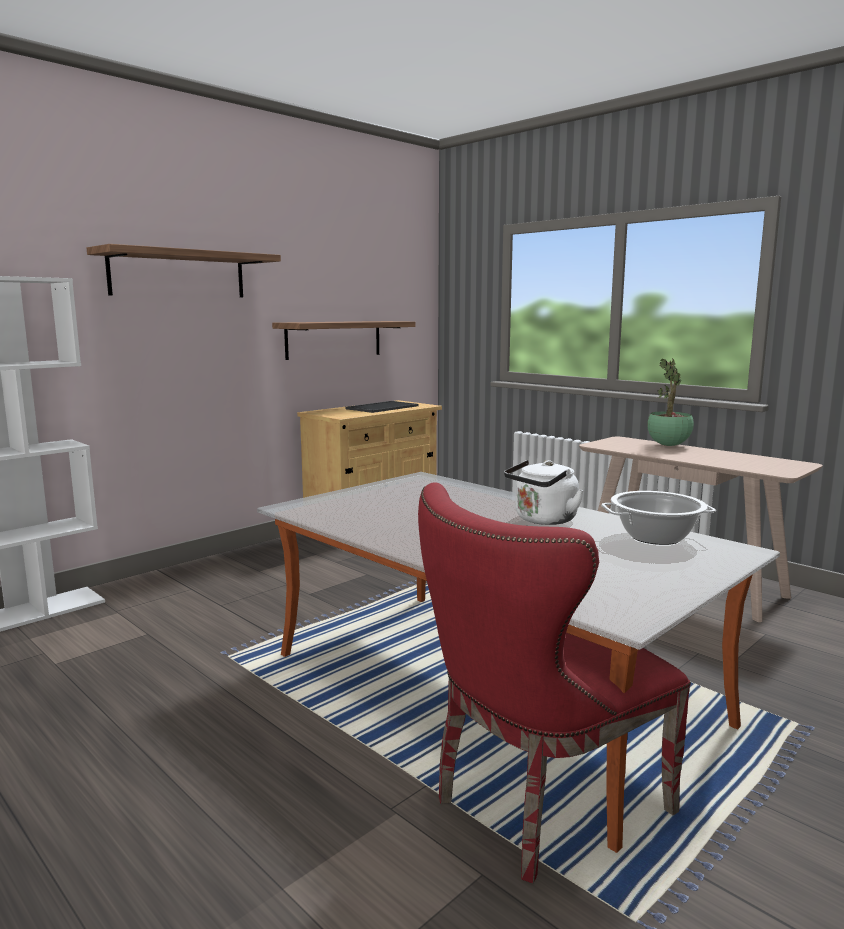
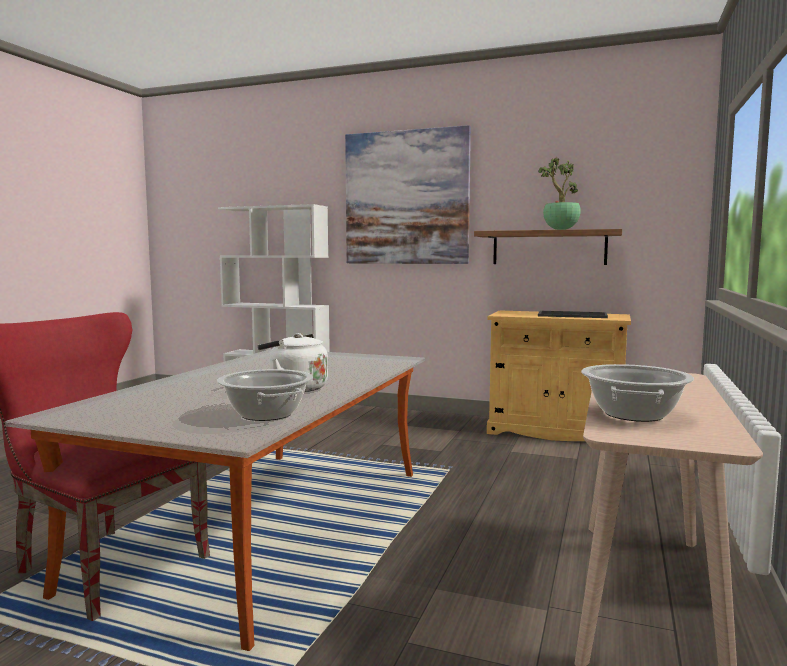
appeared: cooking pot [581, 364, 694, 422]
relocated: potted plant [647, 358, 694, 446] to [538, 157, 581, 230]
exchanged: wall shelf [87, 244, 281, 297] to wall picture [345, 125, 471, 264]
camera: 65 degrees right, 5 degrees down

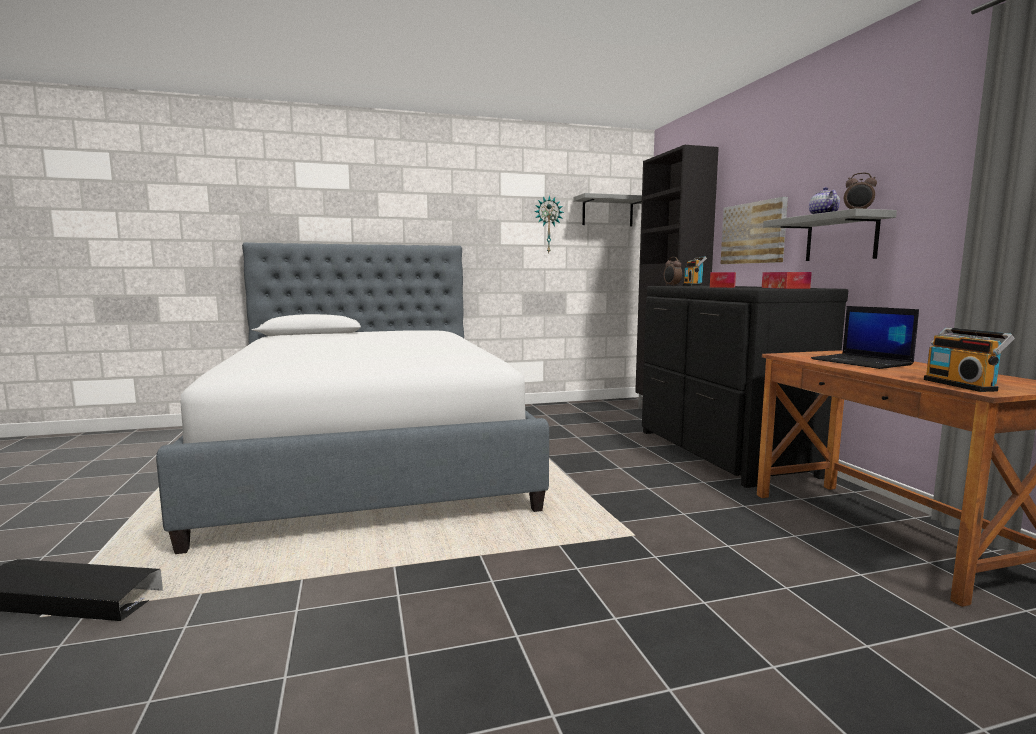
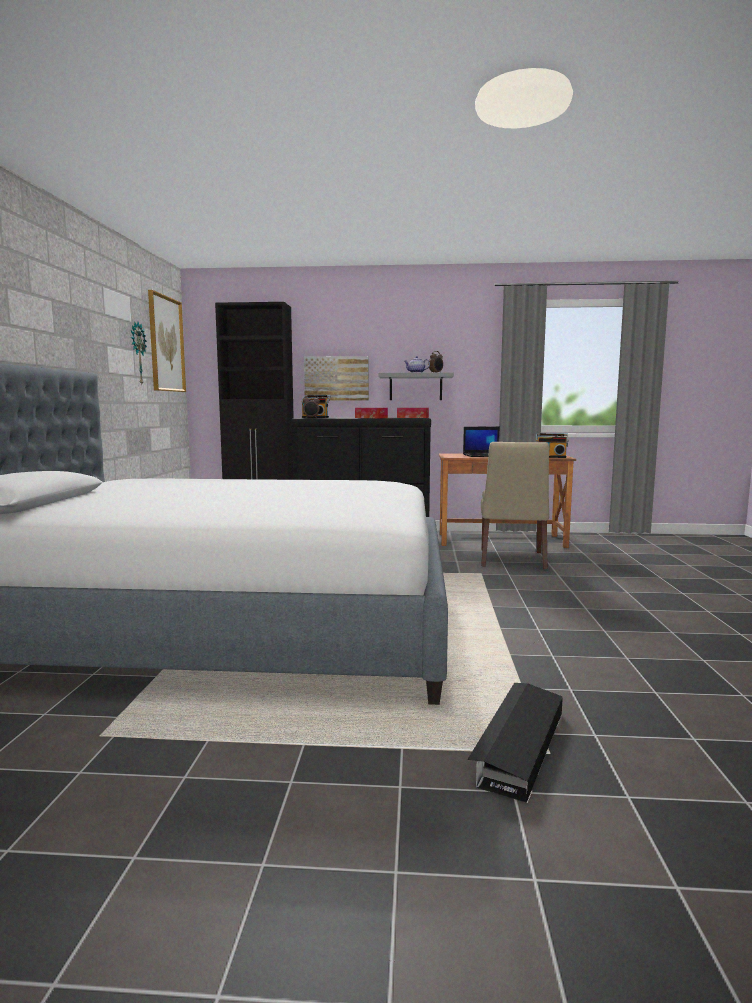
appeared: sand-coloured chair [481, 442, 549, 569]
exchanged: greyish wall shelf [573, 193, 642, 226] to wall picture [148, 290, 186, 392]
camera: 70 degrees left, 0 degrees up

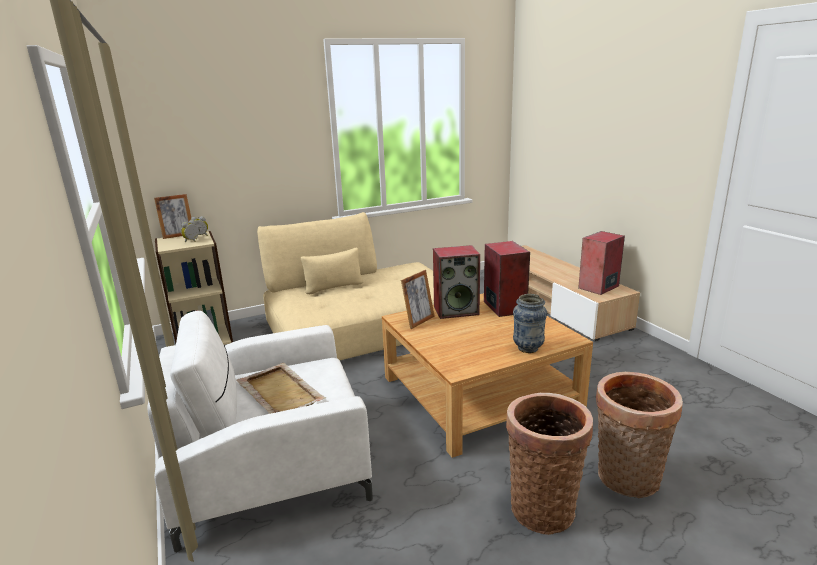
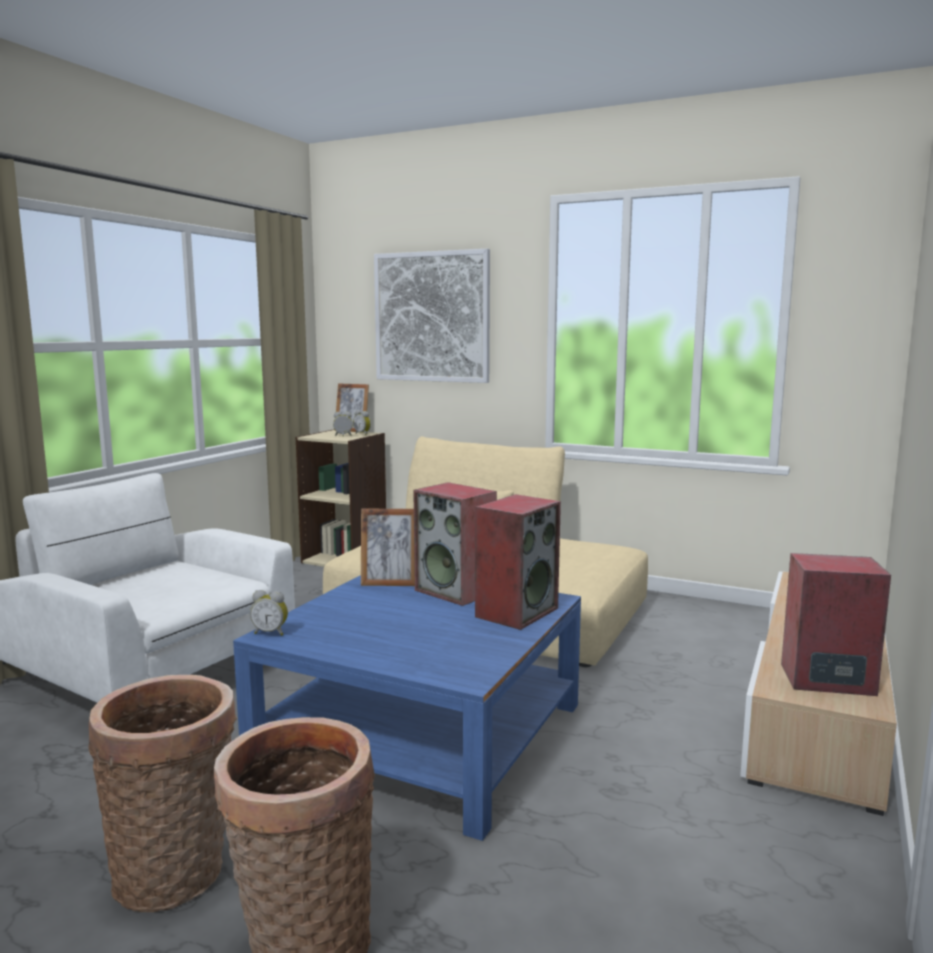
missing: sand-coloured tray [236, 363, 326, 414]; decorative vase [513, 294, 547, 353]
appeared: table clock [250, 590, 288, 636]; wall picture [374, 249, 490, 383]
colour: sand-coloured low table [382, 293, 593, 458] to blue low table [233, 575, 581, 841]
camera: 50 degrees right, 10 degrees down

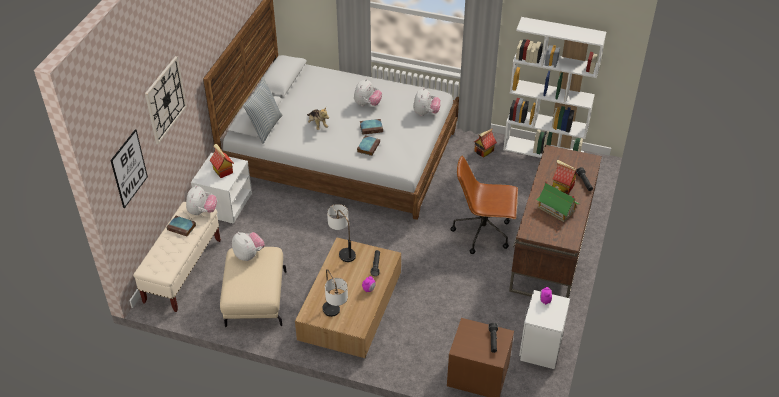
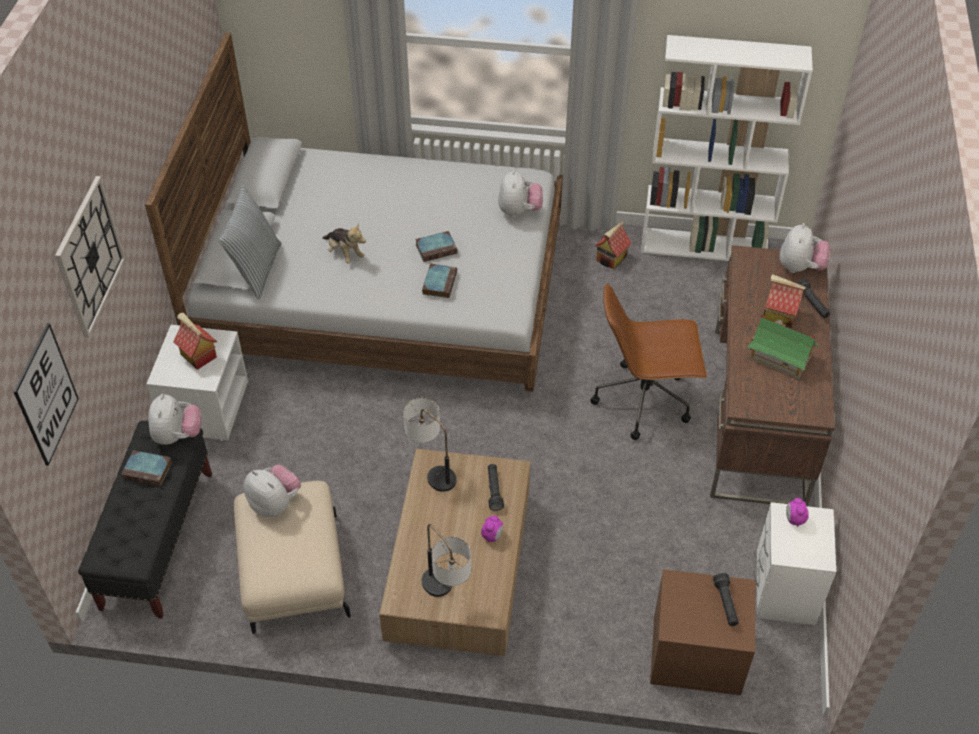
relocated: soft toy [354, 78, 382, 106] to [780, 223, 830, 273]
colour: sand-coloured long seat [133, 202, 221, 312] to black-coloured long seat [78, 421, 212, 619]
camera: 10 degrees left, 5 degrees up

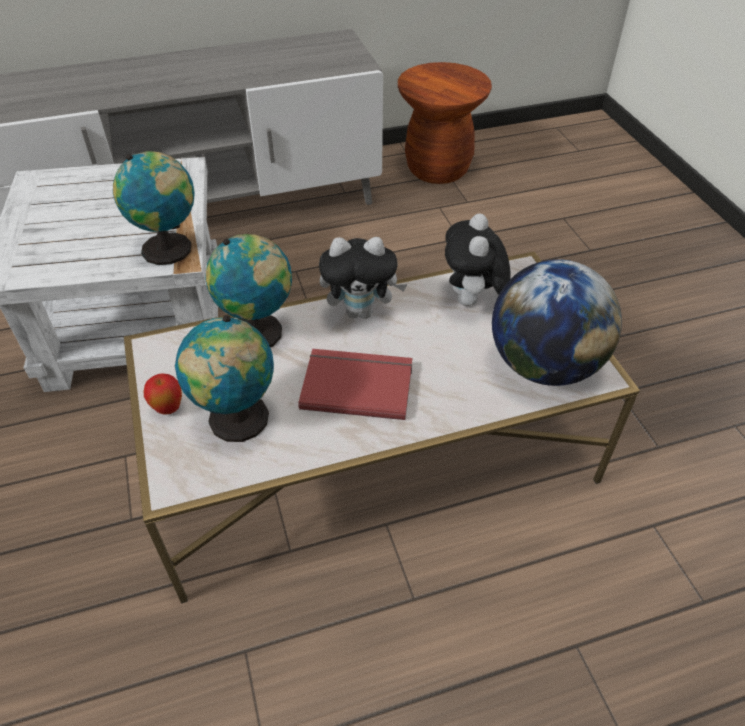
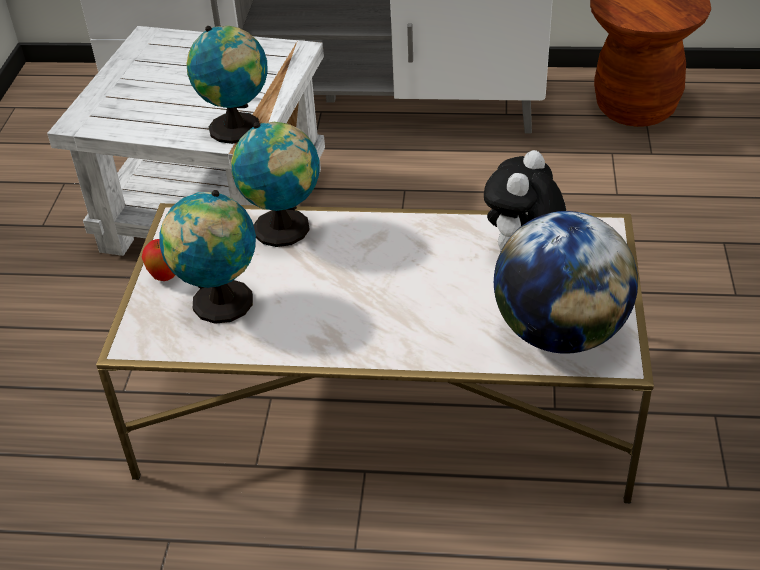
missing: red-coloured book [298, 349, 412, 420]; soft toy [319, 237, 407, 319]
camera: 25 degrees right, 5 degrees down

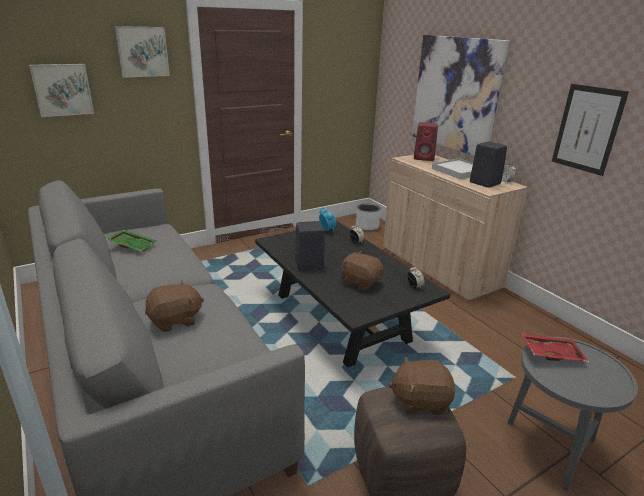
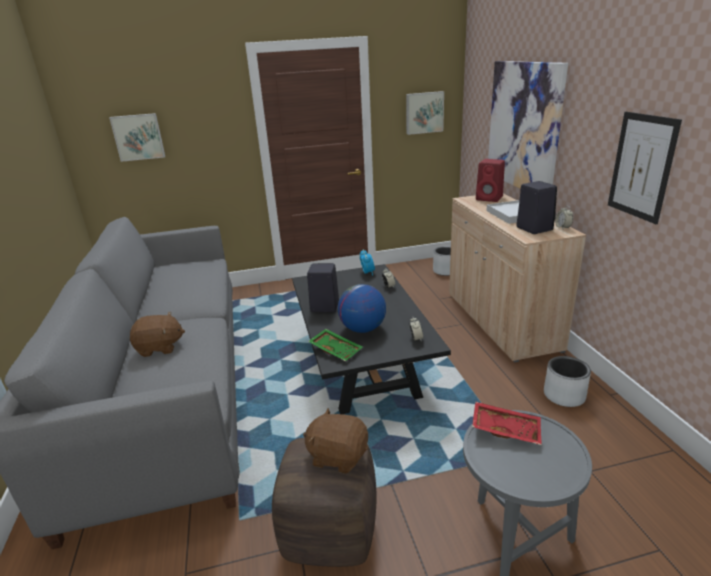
appeared: greyish planter [544, 356, 591, 407]
relocated: green-coloured tray [107, 230, 157, 252] to [308, 329, 362, 361]; wall picture [114, 26, 170, 77] to [406, 91, 444, 135]
exchanged: brown-coloured soft toy [341, 251, 383, 291] to globe [338, 284, 386, 333]
camera: 20 degrees right, 0 degrees up

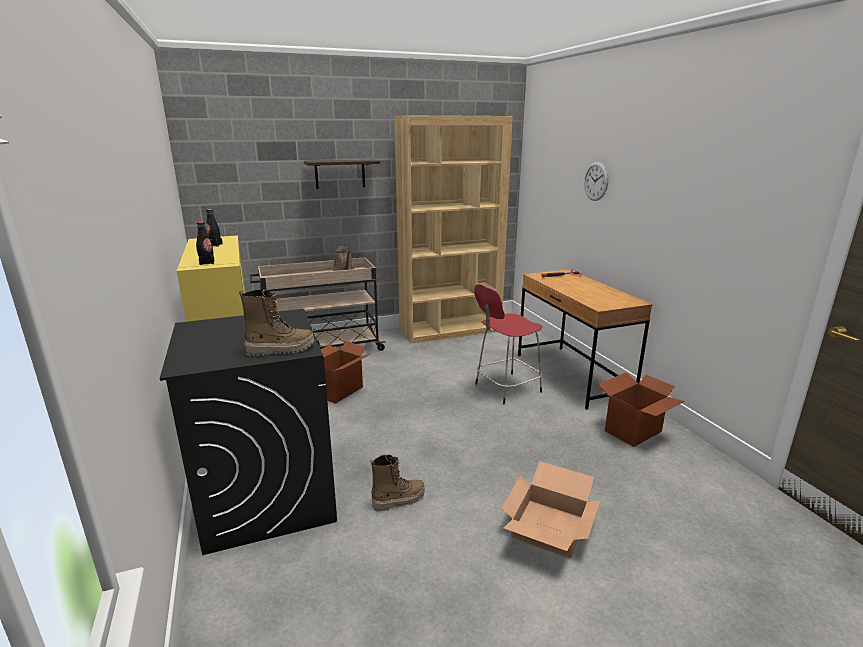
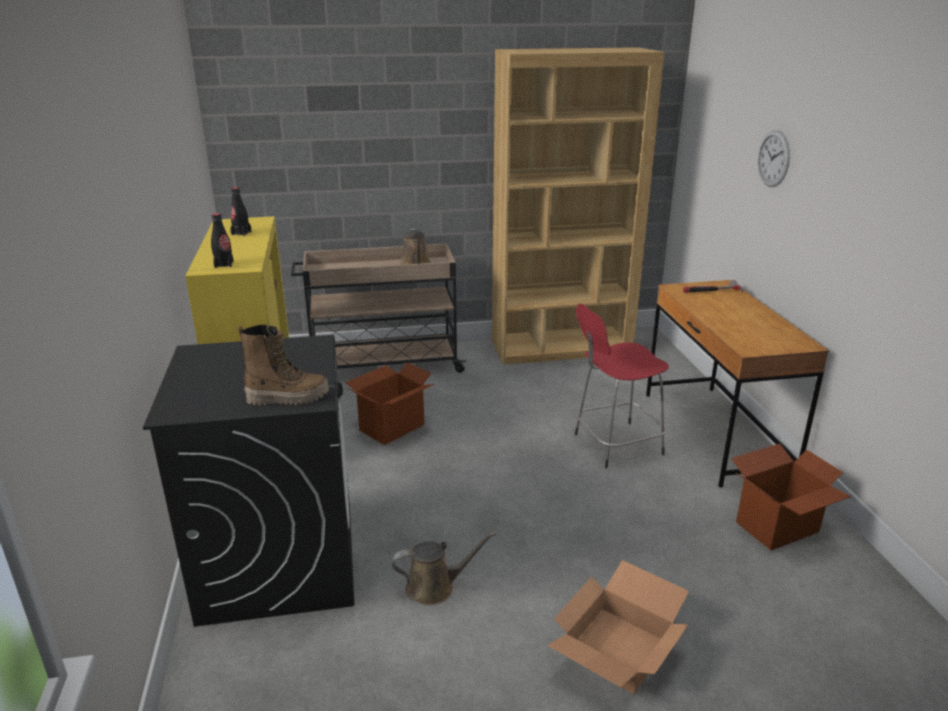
missing: wall shelf [304, 159, 380, 189]
exchanged: boot [370, 454, 425, 512] to brown-coloured watering can [392, 532, 496, 605]
camera: 10 degrees right, 5 degrees up

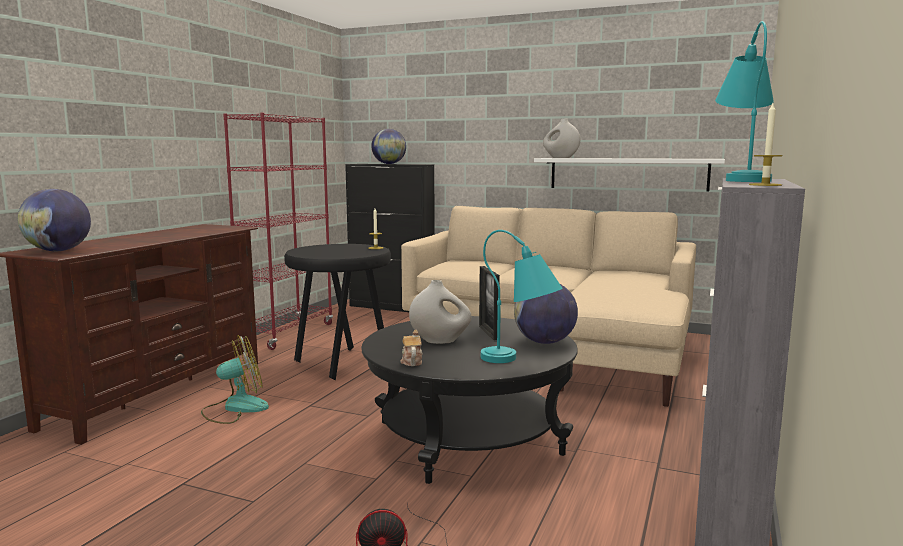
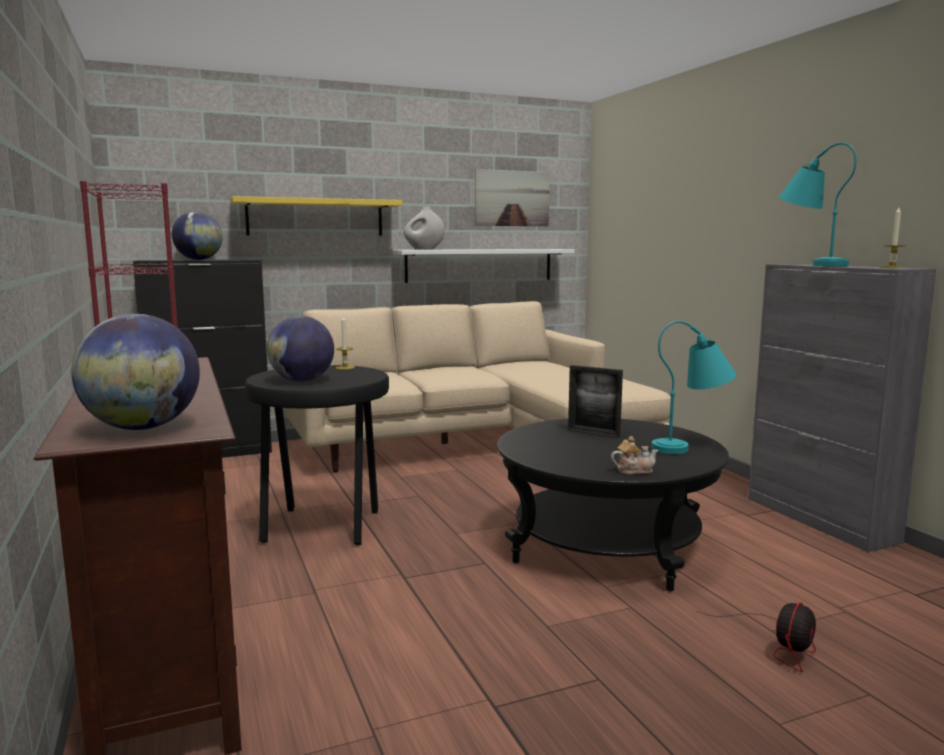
missing: fan [201, 335, 269, 424]; white decorative vase [409, 280, 472, 344]
appeared: yellowish wall shelf [230, 196, 403, 236]; wall picture [475, 169, 550, 226]
relocated: globe [514, 284, 578, 344] to [267, 316, 334, 382]
spun: teapot [400, 330, 422, 366] = [611, 436, 659, 475] 135 degrees clockwise
camera: 45 degrees left, 0 degrees up

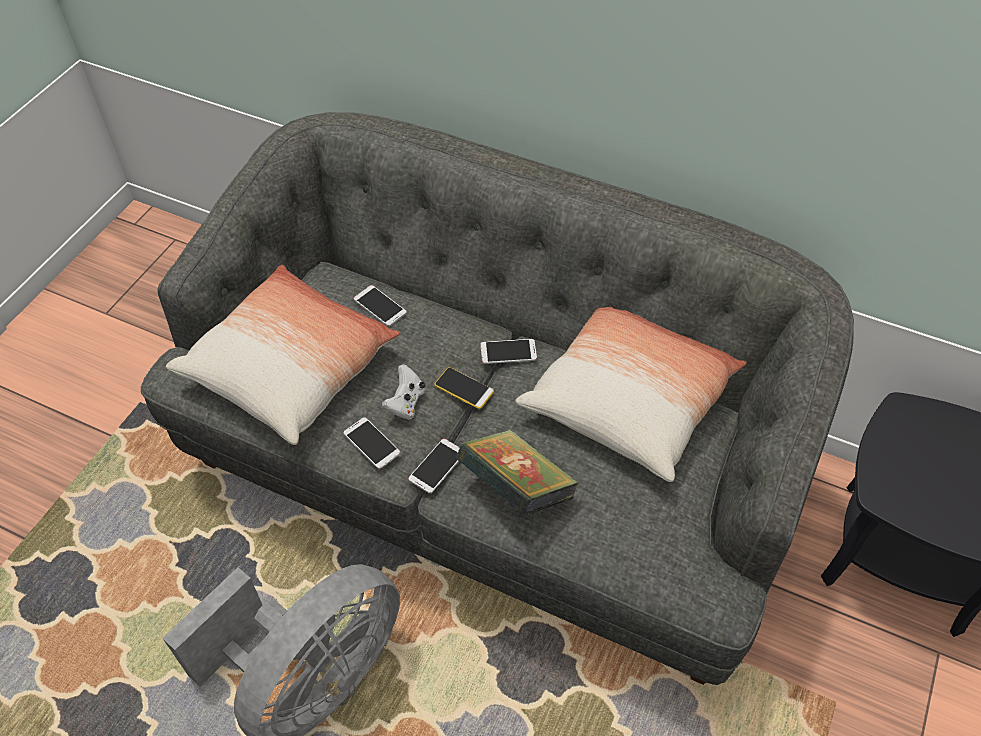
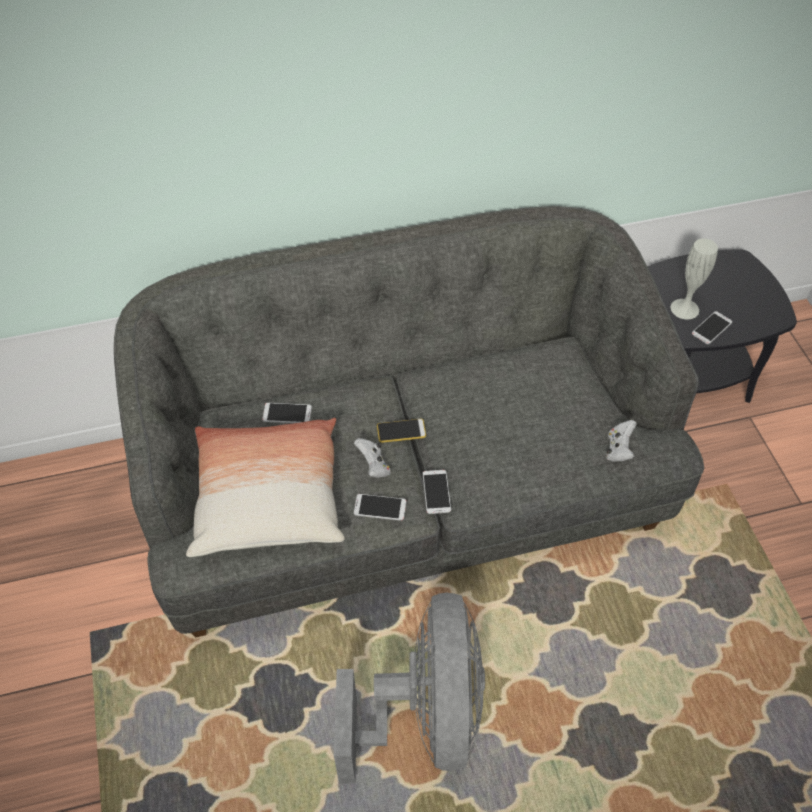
missing: book [456, 430, 579, 516]; throw pillow [515, 307, 747, 482]
appeared: white game controller [606, 420, 637, 461]; white decorative vase [671, 238, 718, 320]
relocated: handset [480, 339, 537, 364] to [692, 311, 732, 344]
camera: 40 degrees left, 0 degrees up

